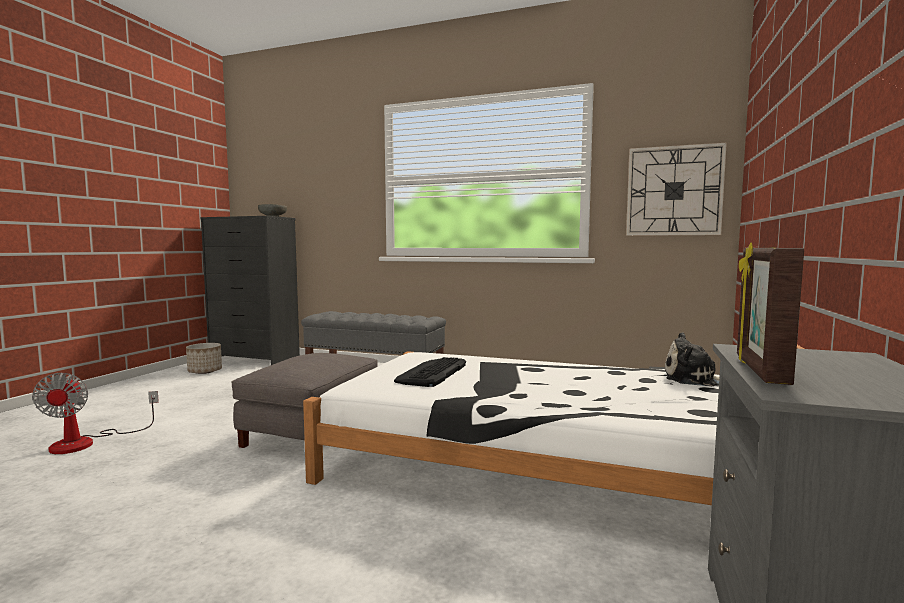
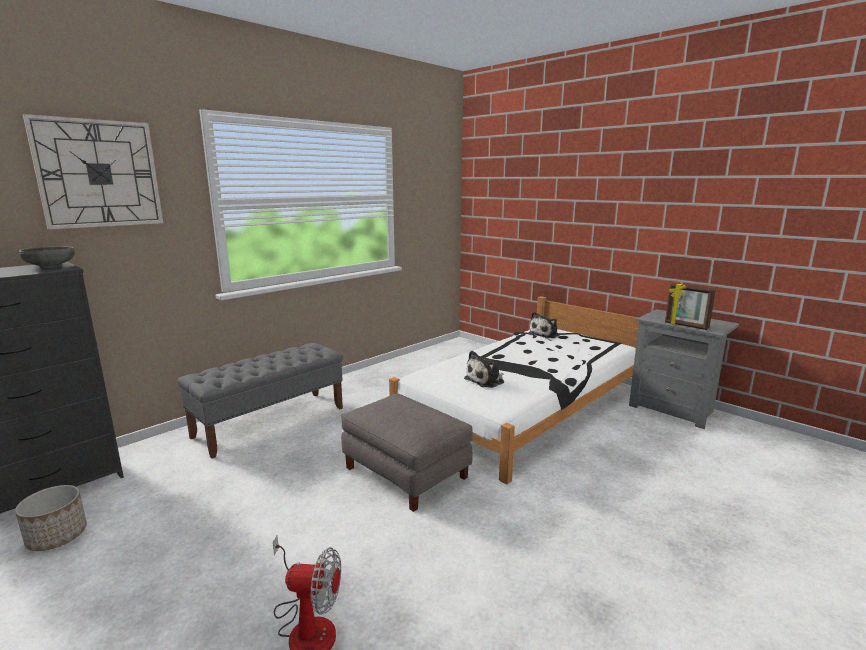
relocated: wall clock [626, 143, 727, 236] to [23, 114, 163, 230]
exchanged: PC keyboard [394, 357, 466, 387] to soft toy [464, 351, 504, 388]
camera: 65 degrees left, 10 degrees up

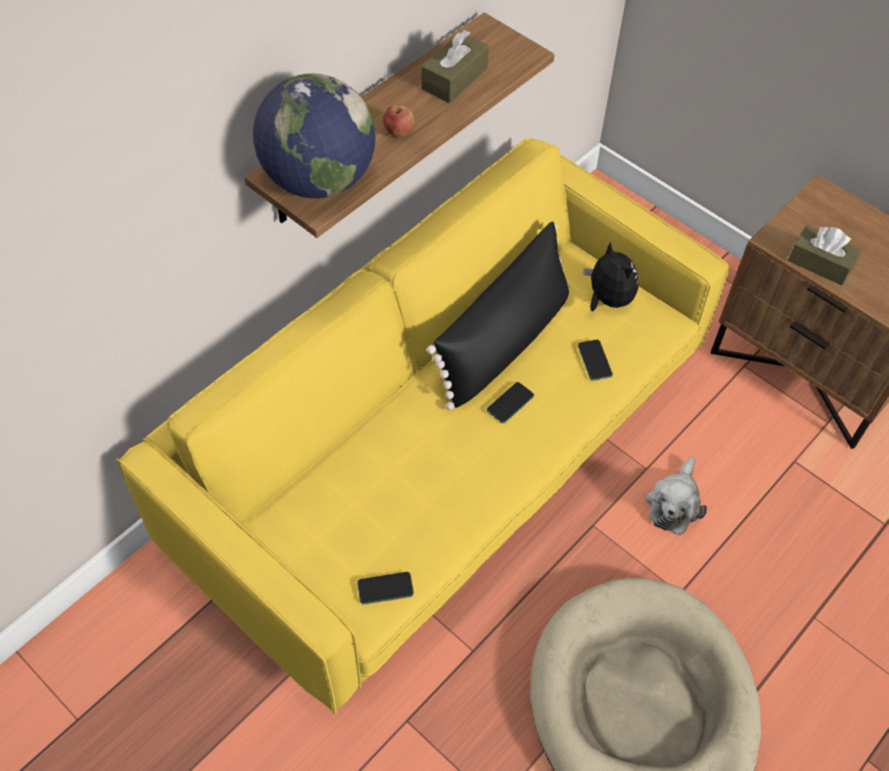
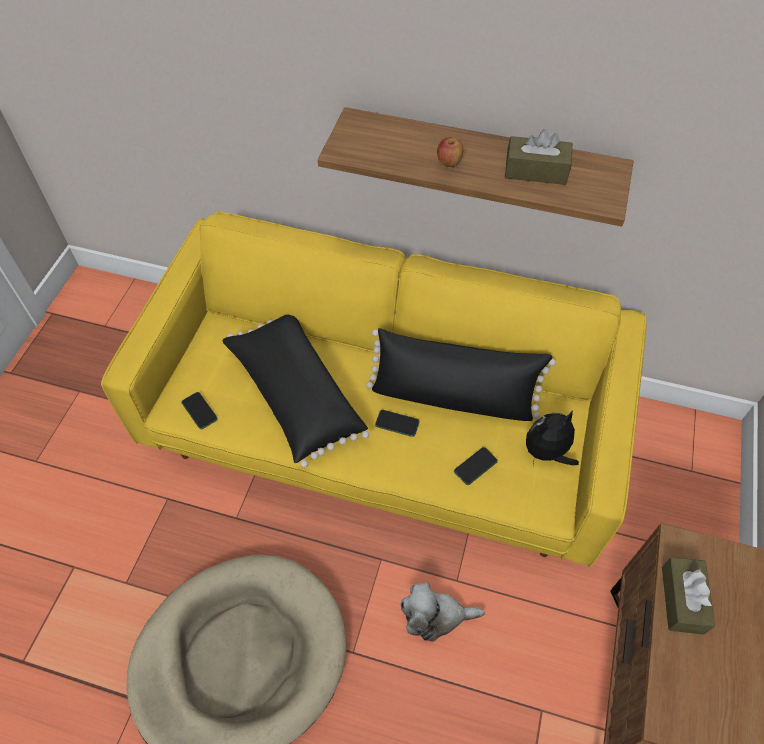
missing: globe [253, 73, 375, 198]
appeared: black-coloured throw pillow [223, 315, 369, 468]
spun: soft toy [584, 241, 639, 311] = [526, 410, 579, 465] 150 degrees counterclockwise
camera: 65 degrees right, 0 degrees up

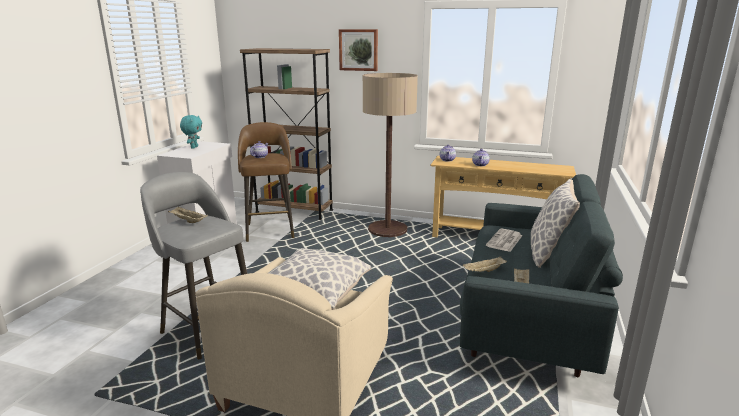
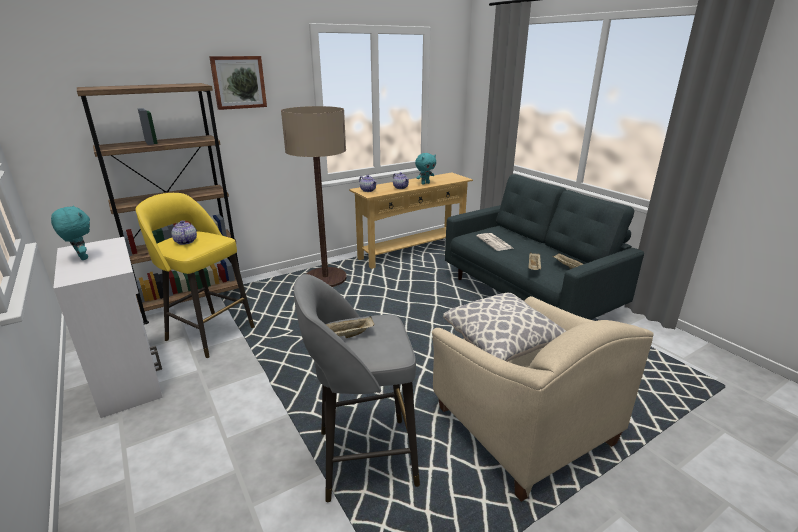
missing: throw pillow [531, 179, 580, 268]
appeared: blue-green soft toy [415, 153, 436, 185]
colour: brown-coloured stool seat [238, 122, 294, 242] to yellowish stool seat [136, 193, 255, 358]
camera: 50 degrees left, 5 degrees up

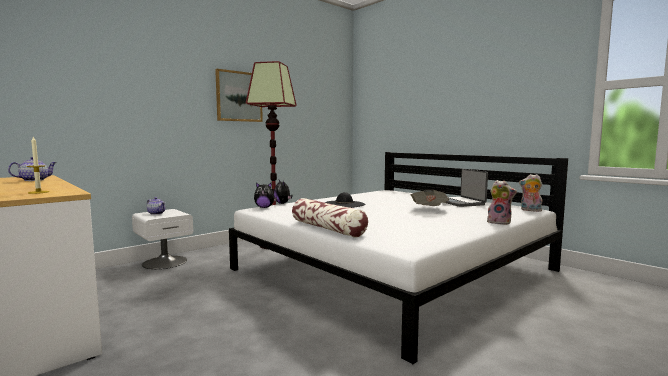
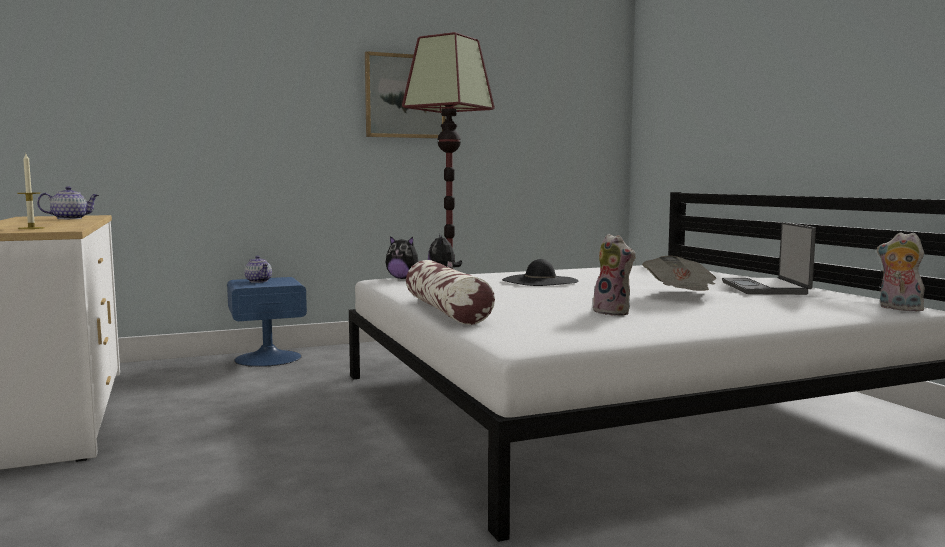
relocated: soft toy [486, 180, 517, 225] to [590, 234, 635, 316]
colour: white night table [132, 209, 193, 269] to blue night table [227, 277, 307, 367]
camera: 20 degrees right, 0 degrees up

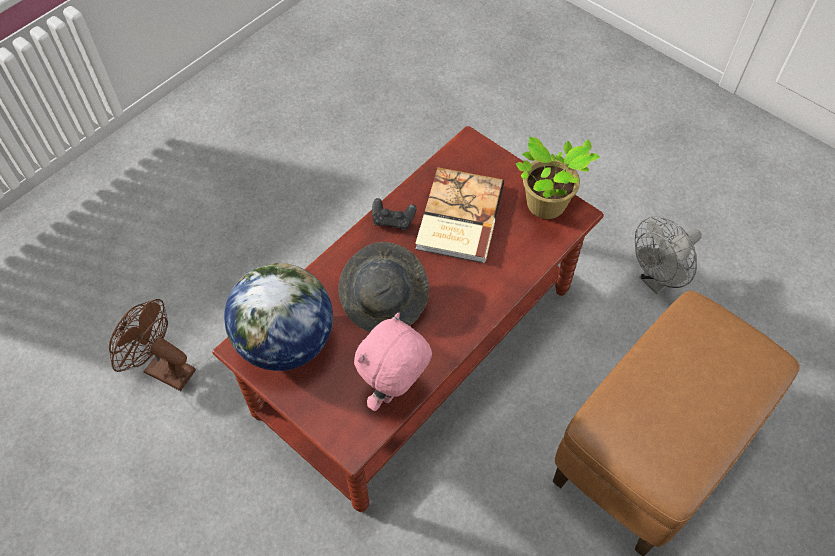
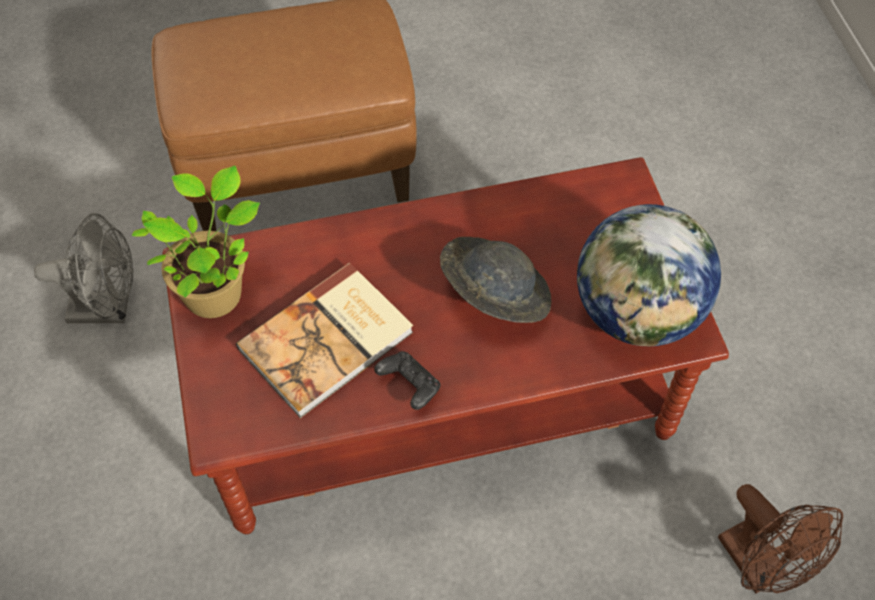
missing: pinkish soft toy [354, 313, 432, 411]
camera: 145 degrees left, 0 degrees up

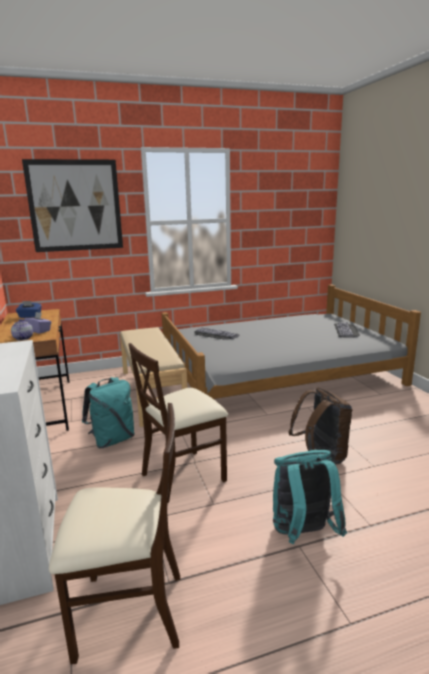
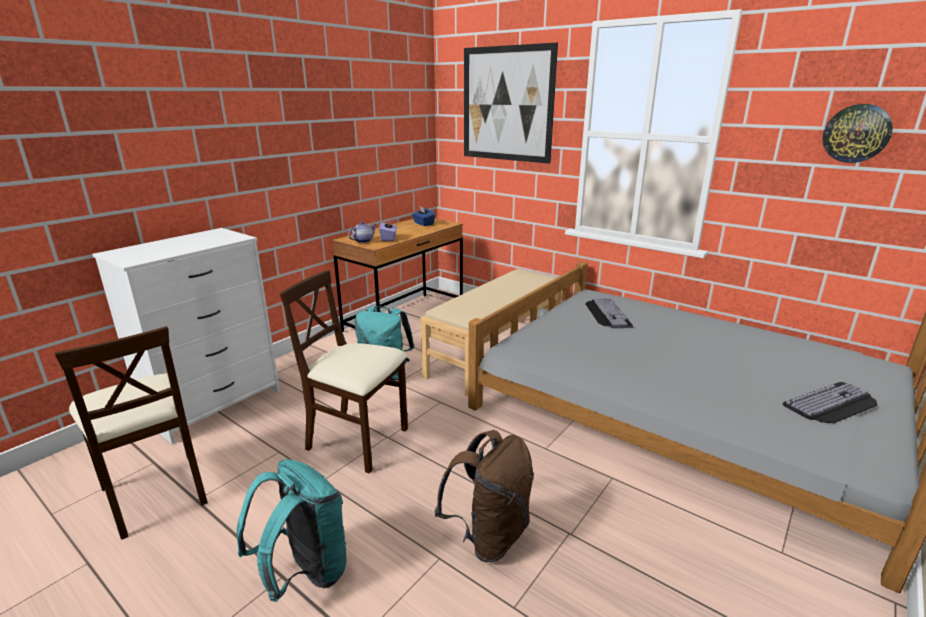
appeared: wall clock [822, 104, 893, 163]
camera: 55 degrees right, 5 degrees up

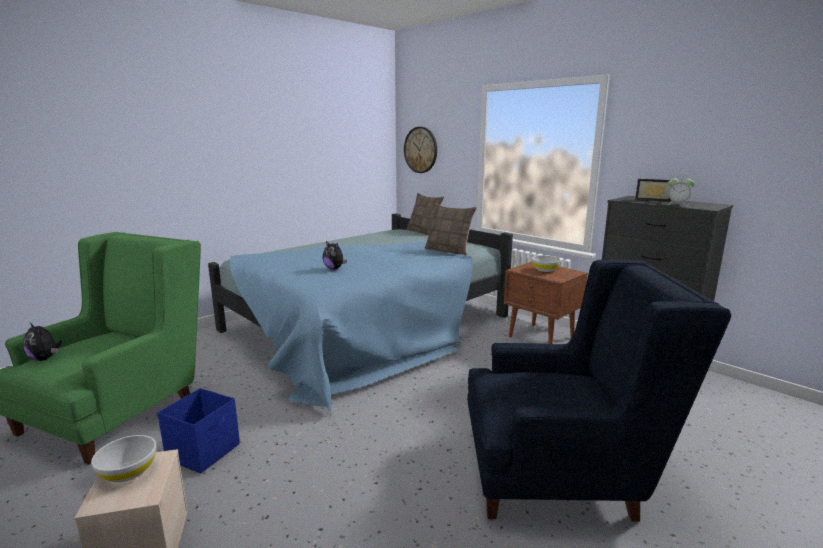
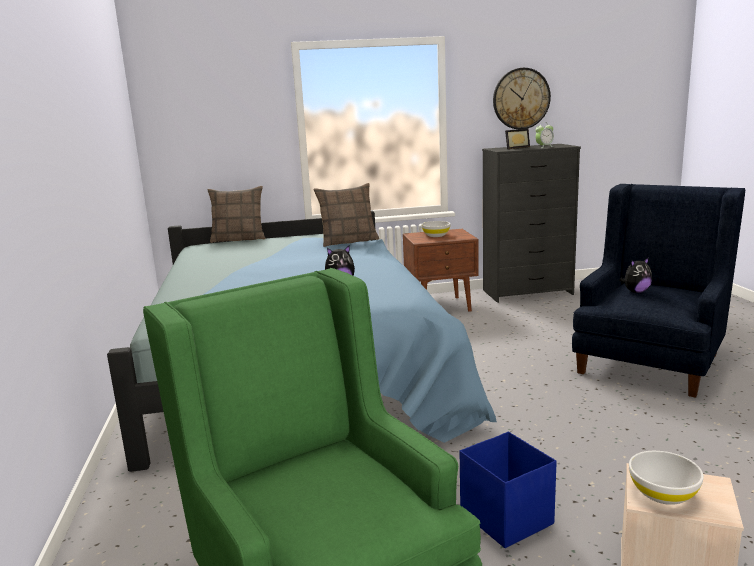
relocated: soft toy [23, 323, 62, 361] to [619, 257, 652, 293]; wall clock [404, 127, 437, 173] to [493, 68, 551, 129]
camera: 55 degrees left, 0 degrees up

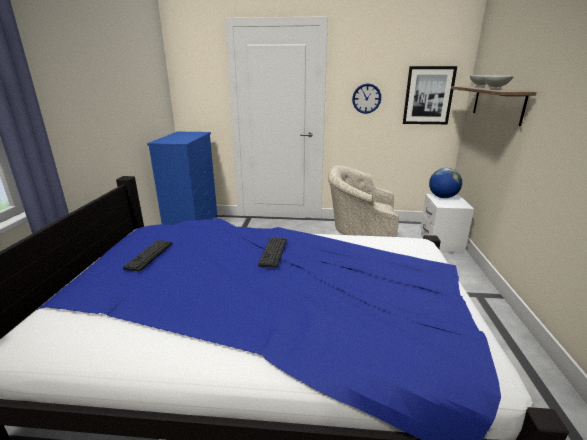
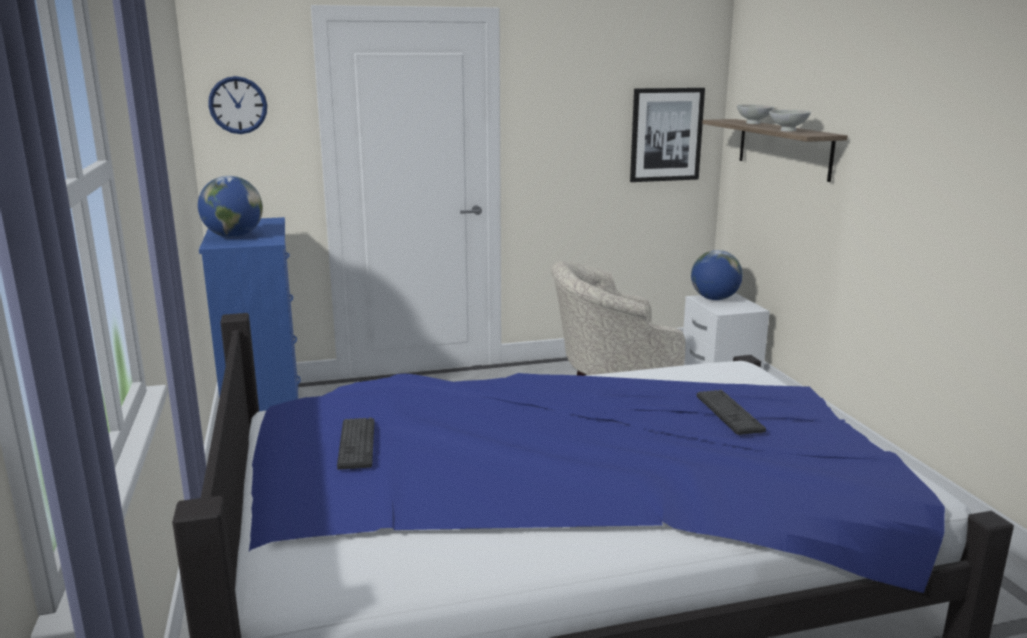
appeared: globe [198, 176, 263, 238]
relocated: PC keyboard [258, 237, 287, 268] to [697, 390, 766, 435]; wall clock [352, 83, 381, 114] to [208, 76, 267, 134]
camera: 20 degrees left, 5 degrees down

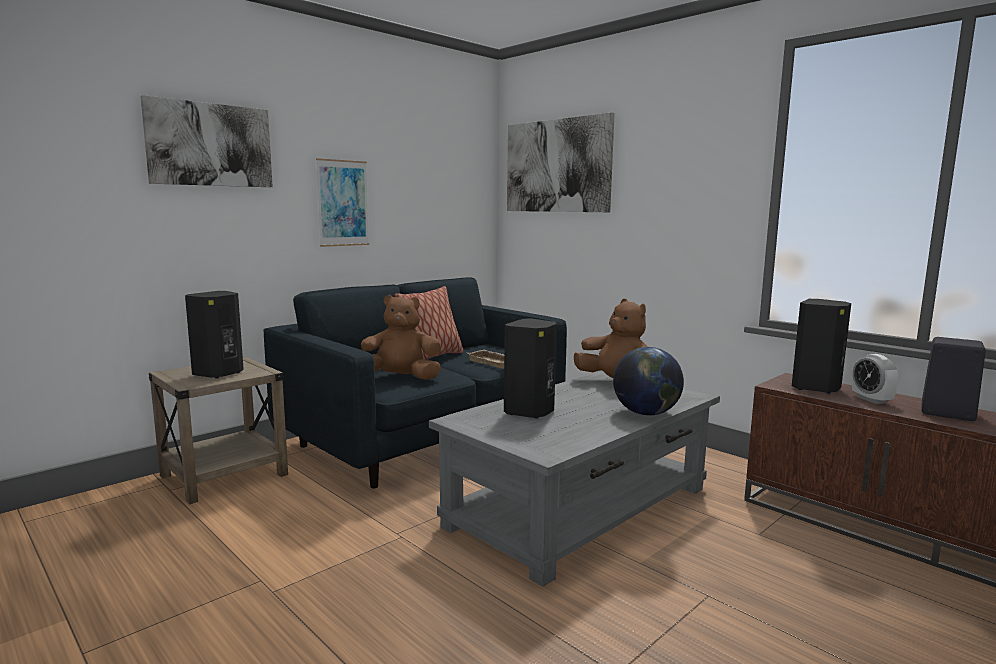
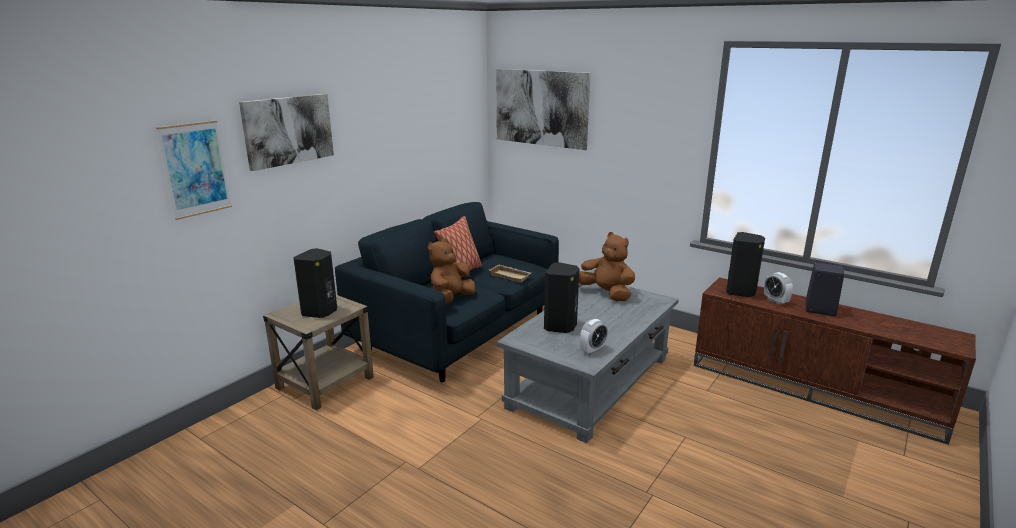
missing: globe [613, 347, 684, 416]
appeared: table clock [580, 319, 608, 355]
relocated: wall picture [316, 158, 369, 247] to [156, 120, 232, 220]
spun: brown-coloured soft toy [361, 295, 441, 380] = [428, 238, 476, 304] 45 degrees counterclockwise
camera: 10 degrees left, 10 degrees up

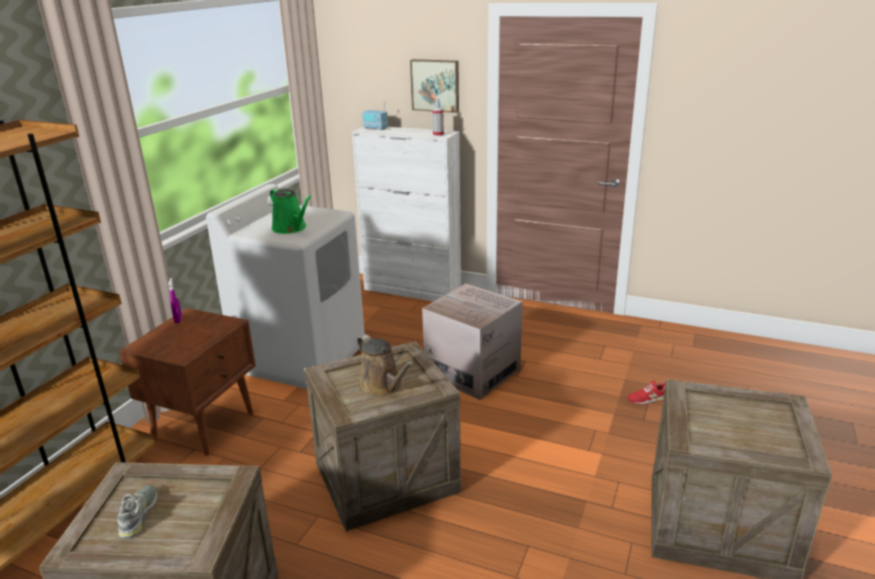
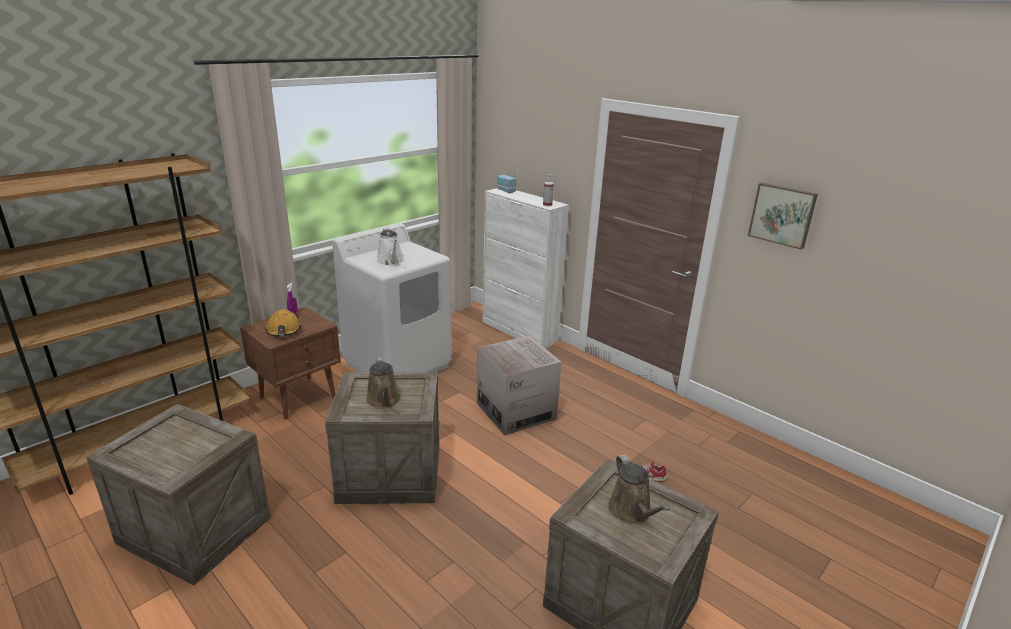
missing: greyish shoe [117, 485, 157, 538]
appeared: orange safety helmet [266, 309, 301, 336]; brown-coloured watering can [608, 455, 670, 524]
relocated: wall picture [410, 59, 459, 113] to [748, 183, 818, 250]
colour: green-coloured watering can [270, 188, 311, 234] to white watering can [376, 228, 404, 266]
camera: 20 degrees right, 0 degrees up

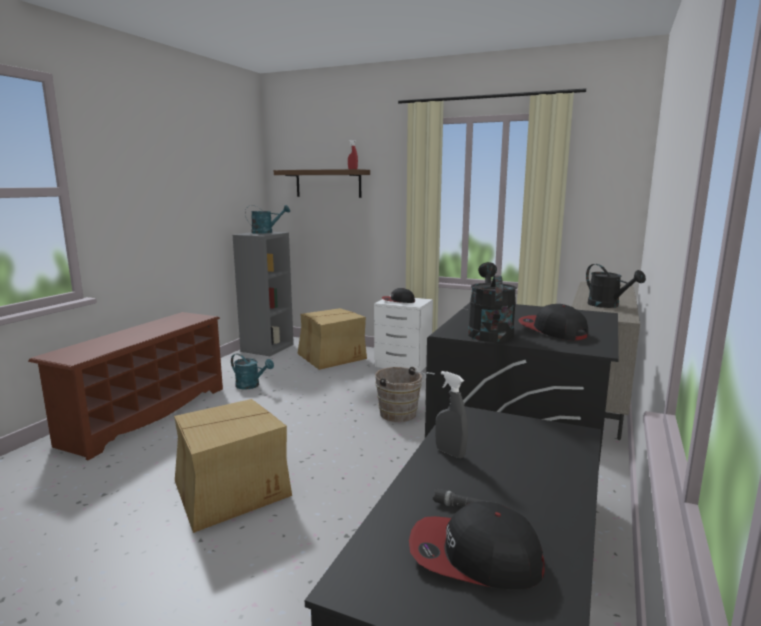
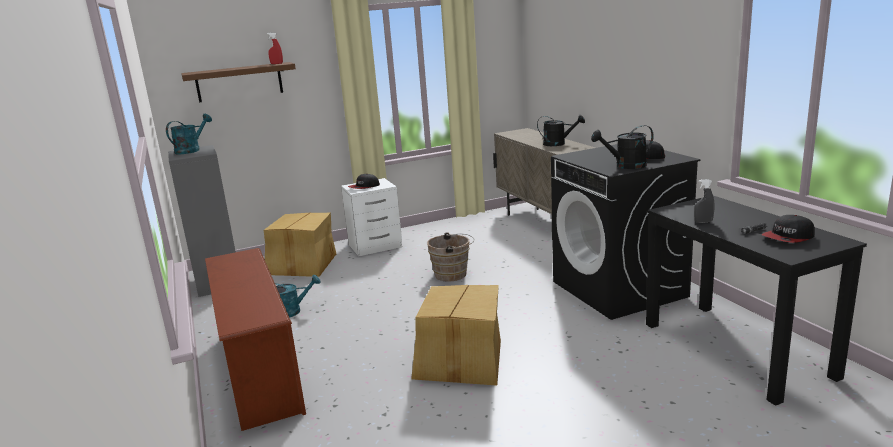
spun: black-coloured watering can [468, 262, 517, 342] = [591, 125, 653, 169] 60 degrees counterclockwise
camera: 45 degrees left, 5 degrees up

